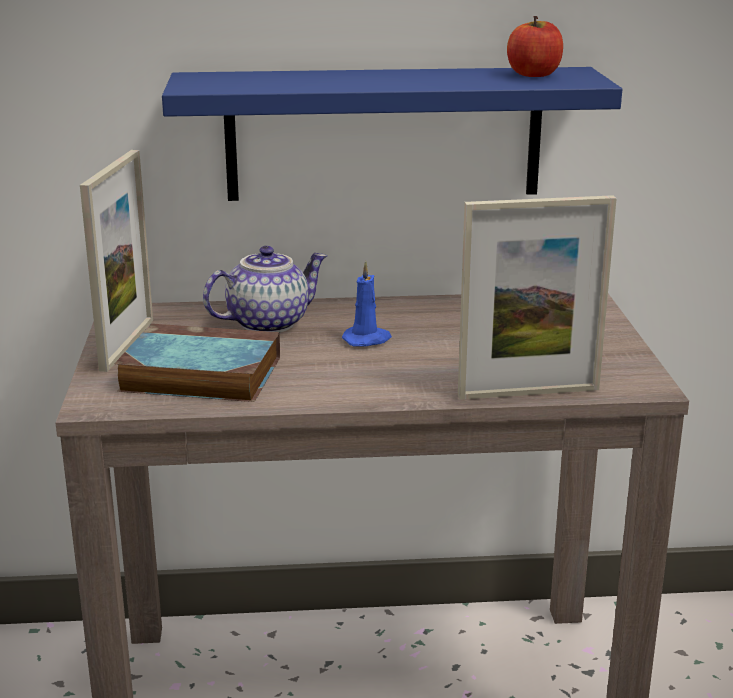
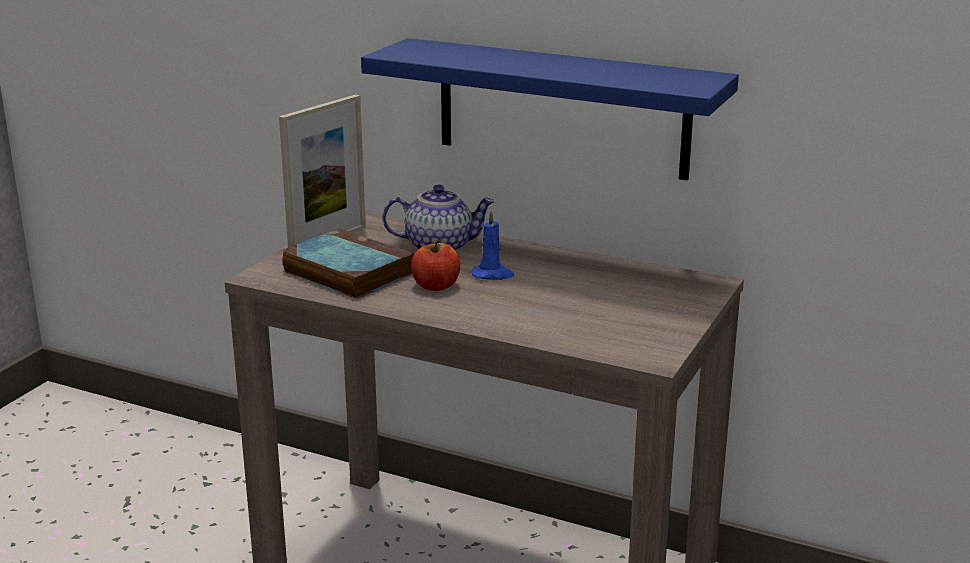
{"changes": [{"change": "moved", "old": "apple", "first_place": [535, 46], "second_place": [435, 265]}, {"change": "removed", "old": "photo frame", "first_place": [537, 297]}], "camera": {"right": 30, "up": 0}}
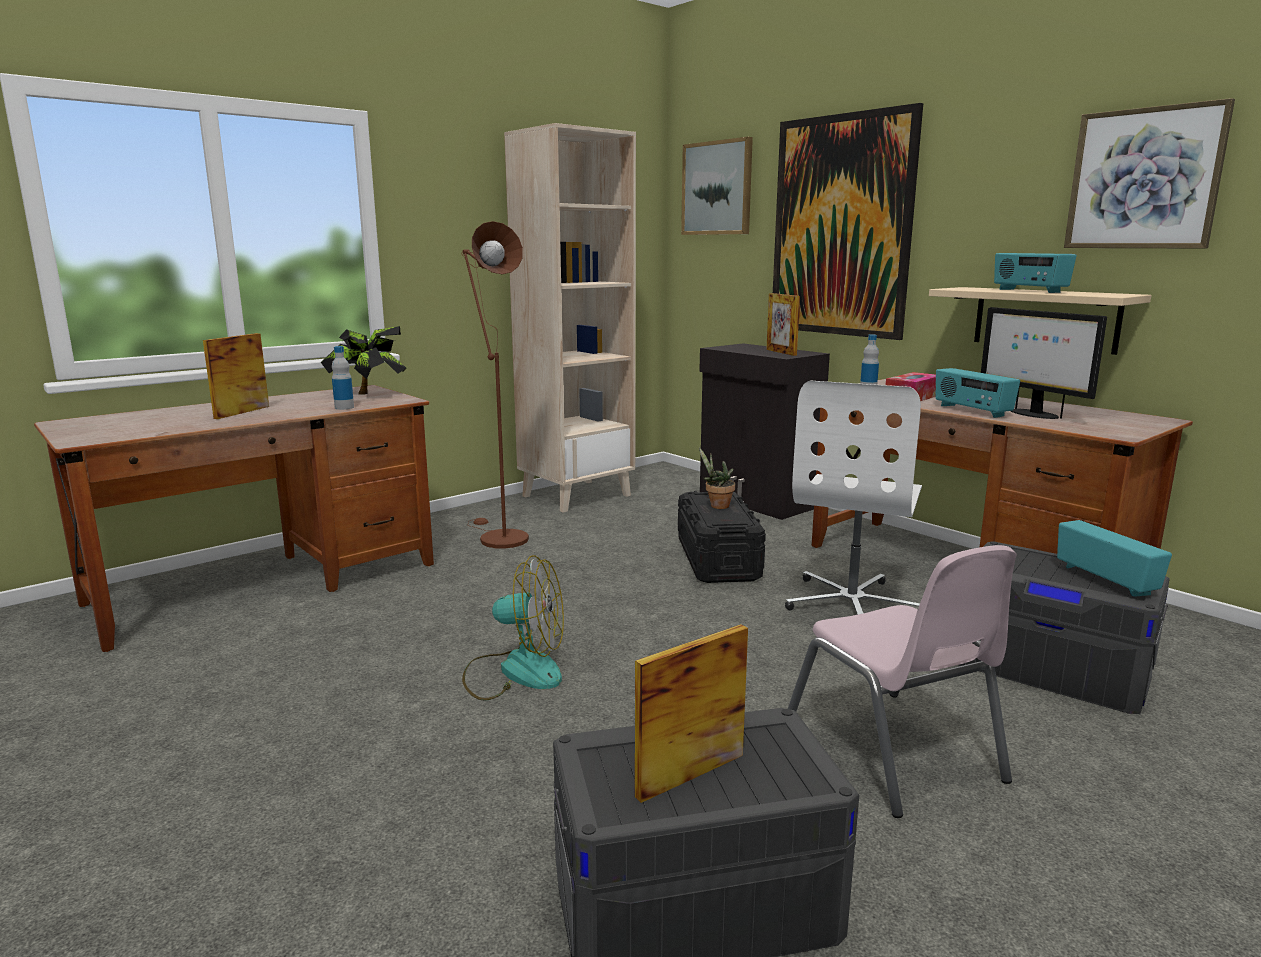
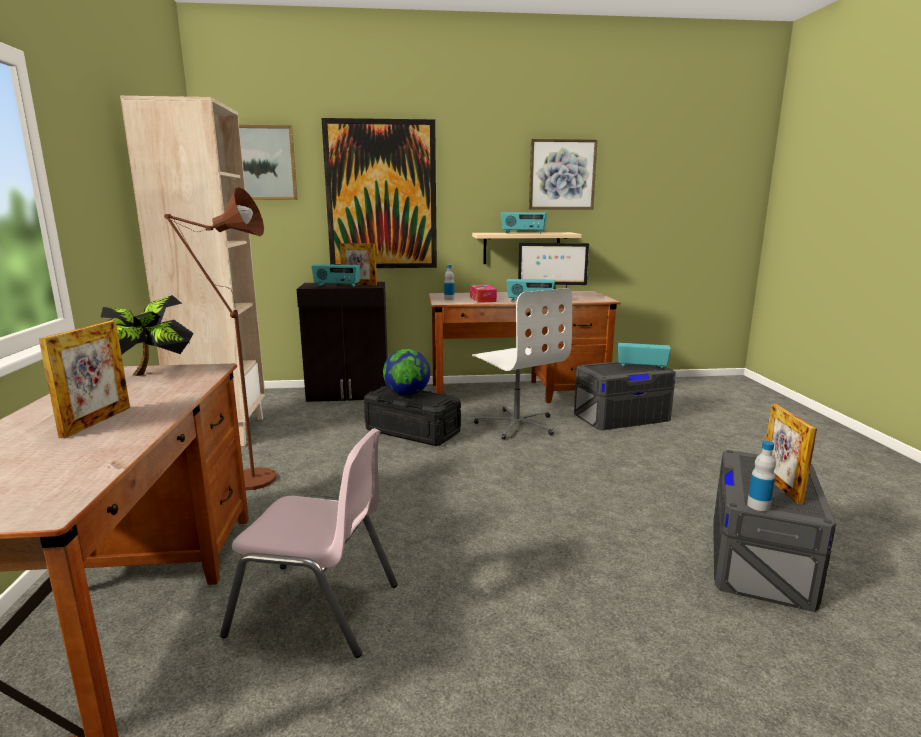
{"changes": [{"change": "turned", "old": "photo frame", "first_place": [236, 376], "second_place": [84, 379], "degrees": -135}, {"change": "moved", "old": "drink bottle", "first_place": [343, 378], "second_place": [761, 476]}, {"change": "replaced", "old": "plant in a pot", "new": "desk globe", "first_place": [717, 478], "second_place": [406, 372]}, {"change": "moved", "old": "pink chair", "first_place": [902, 681], "second_place": [309, 543]}, {"change": "removed", "old": "cooling fan", "first_place": [513, 628]}, {"change": "added", "new": "radio set", "second_place": [336, 275]}], "camera": {"right": -55, "up": 0}}
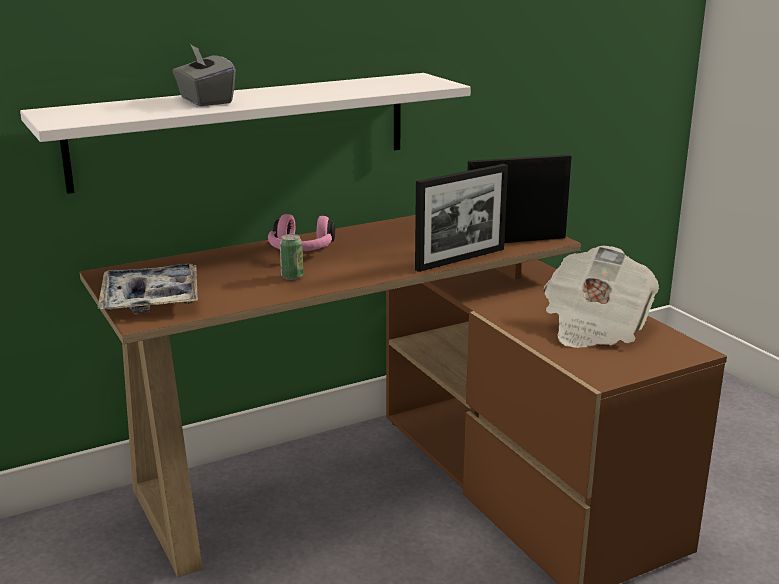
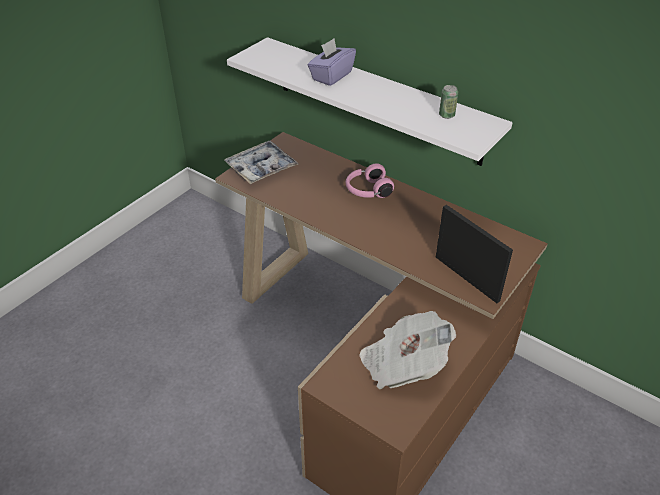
{"changes": [{"change": "recoloured", "old": "greyish tissue box", "new": "purple tissue box", "first_place": [204, 75], "second_place": [332, 62]}, {"change": "removed", "old": "photo frame", "first_place": [461, 218]}, {"change": "moved", "old": "metal can", "first_place": [291, 257], "second_place": [448, 102]}], "camera": {"right": 65, "up": 20}}
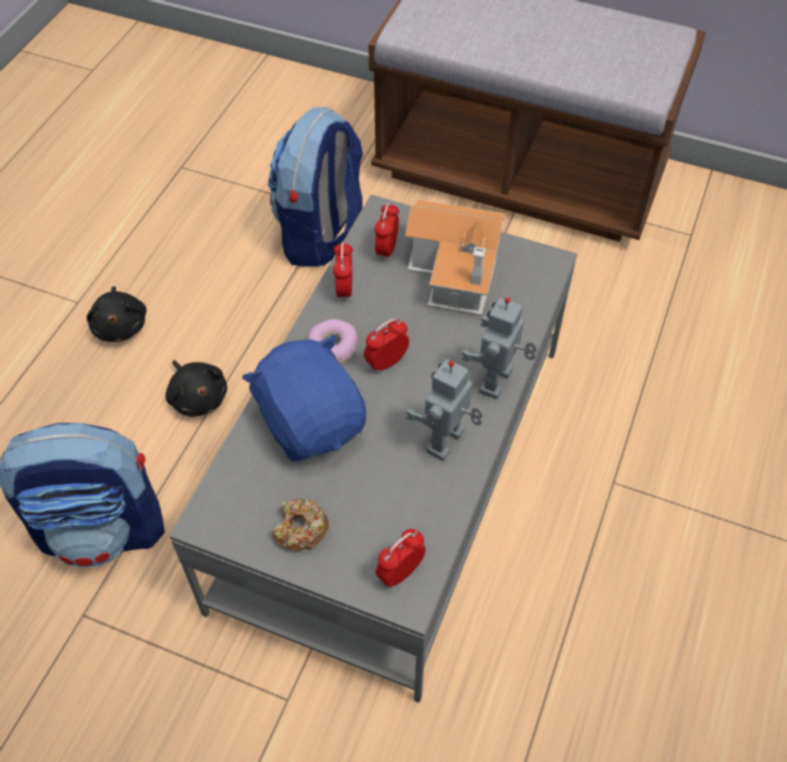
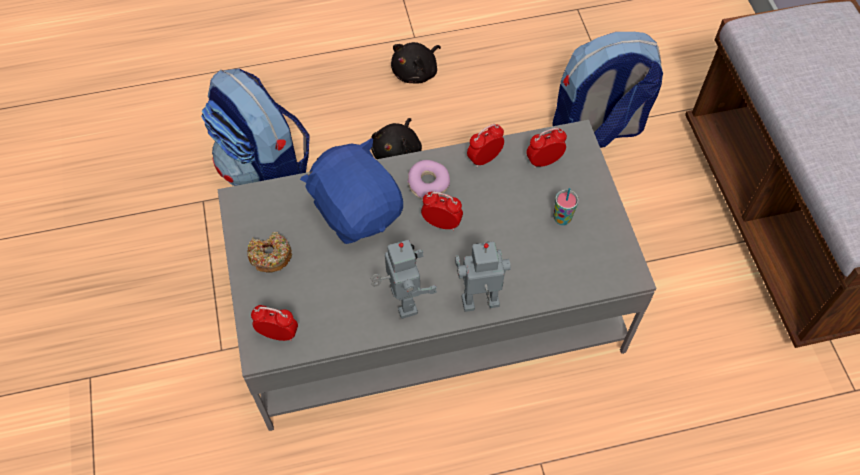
{"changes": [{"change": "replaced", "old": "toy house", "new": "small cup", "first_place": [455, 258], "second_place": [566, 206]}, {"change": "turned", "old": "blue cuddly toy", "first_place": [304, 398], "second_place": [351, 191], "degrees": -60}, {"change": "turned", "old": "model robot", "first_place": [444, 410], "second_place": [403, 279], "degrees": 75}], "camera": {"right": 55, "up": 5}}
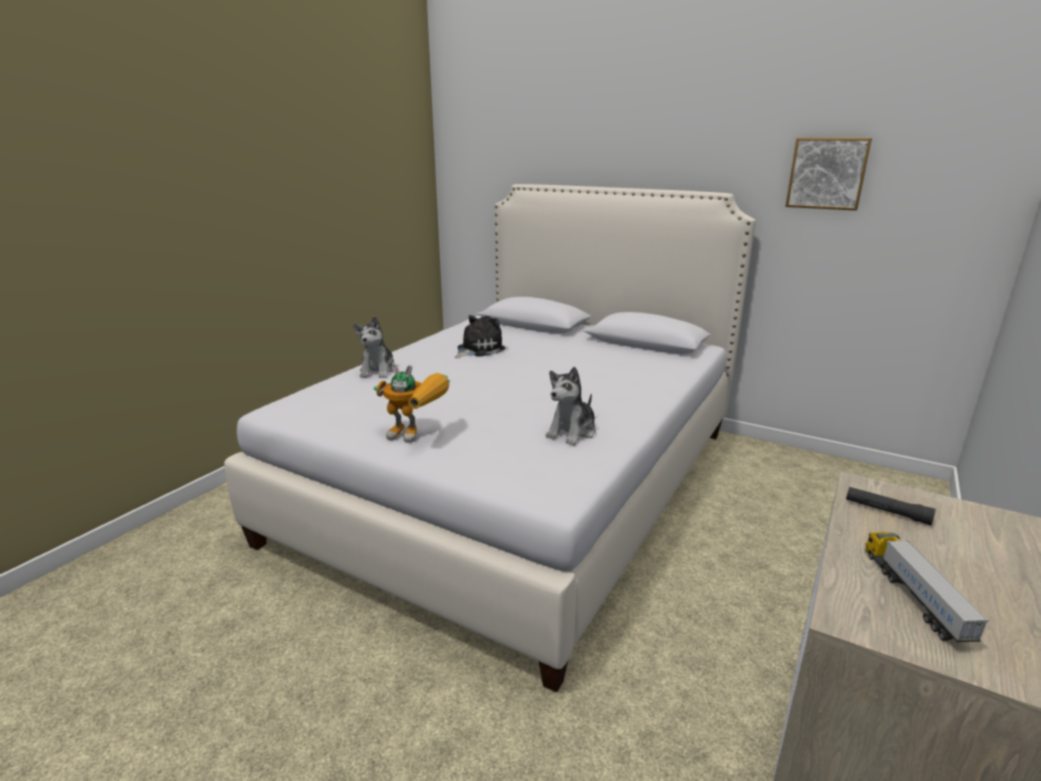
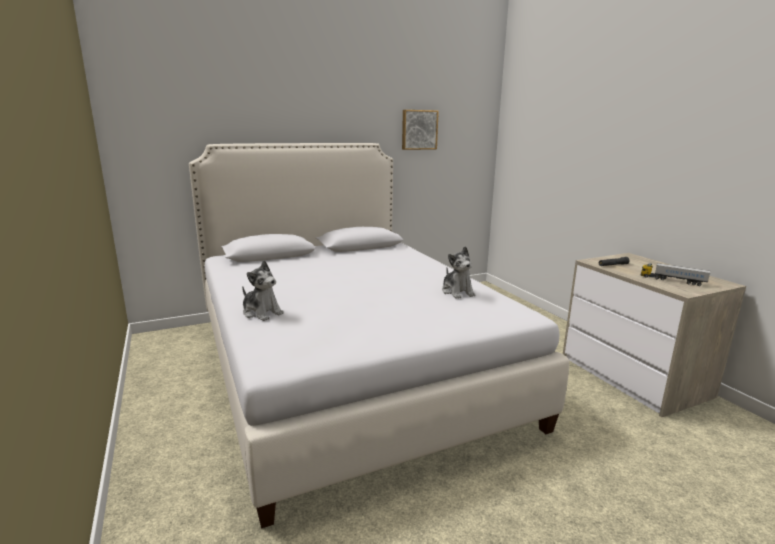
{"changes": [{"change": "removed", "old": "cuddly toy", "first_place": [480, 336]}, {"change": "removed", "old": "model robot", "first_place": [412, 403]}], "camera": {"right": -55, "up": -5}}
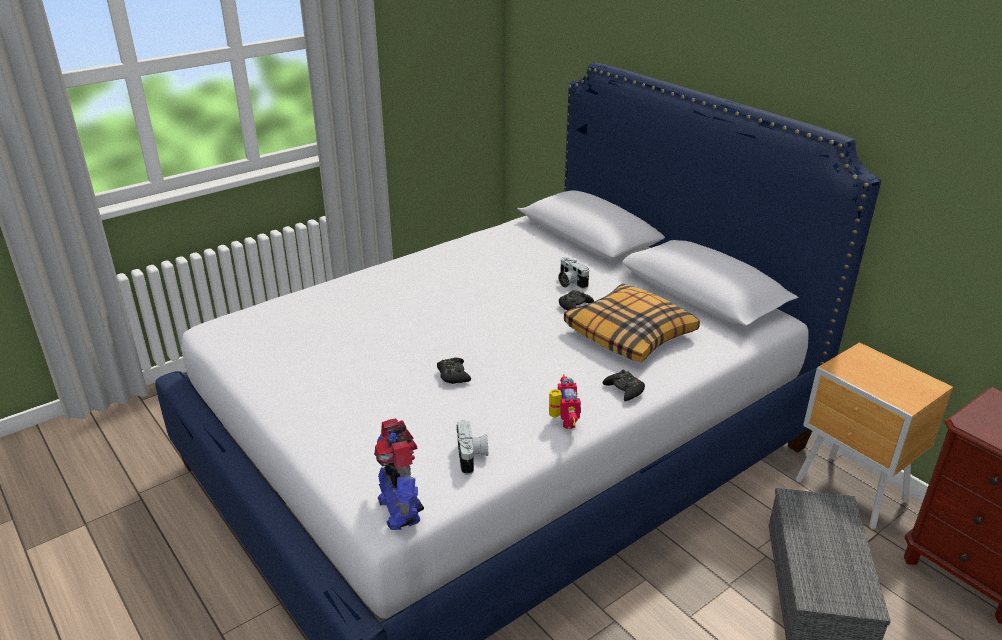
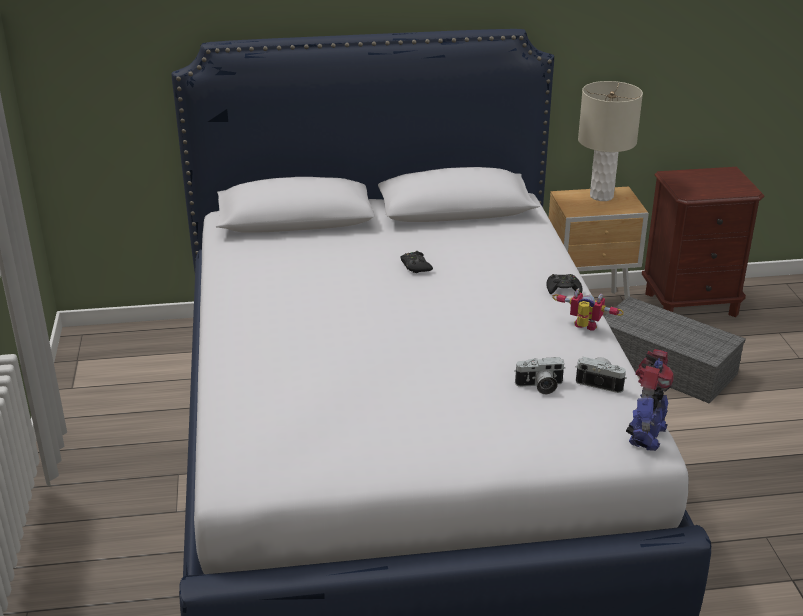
{"changes": [{"change": "moved", "old": "still camera", "first_place": [573, 273], "second_place": [539, 375]}, {"change": "removed", "old": "throw pillow", "first_place": [632, 323]}, {"change": "removed", "old": "black-coloured game controller", "first_place": [454, 370]}, {"change": "turned", "old": "model robot", "first_place": [399, 474], "second_place": [650, 400], "degrees": -75}, {"change": "added", "new": "beige-coloured table lamp", "second_place": [610, 141]}], "camera": {"right": -60, "up": 0}}
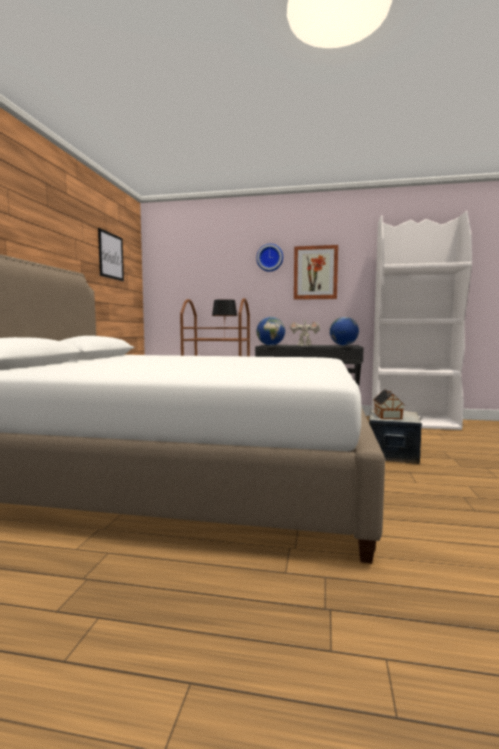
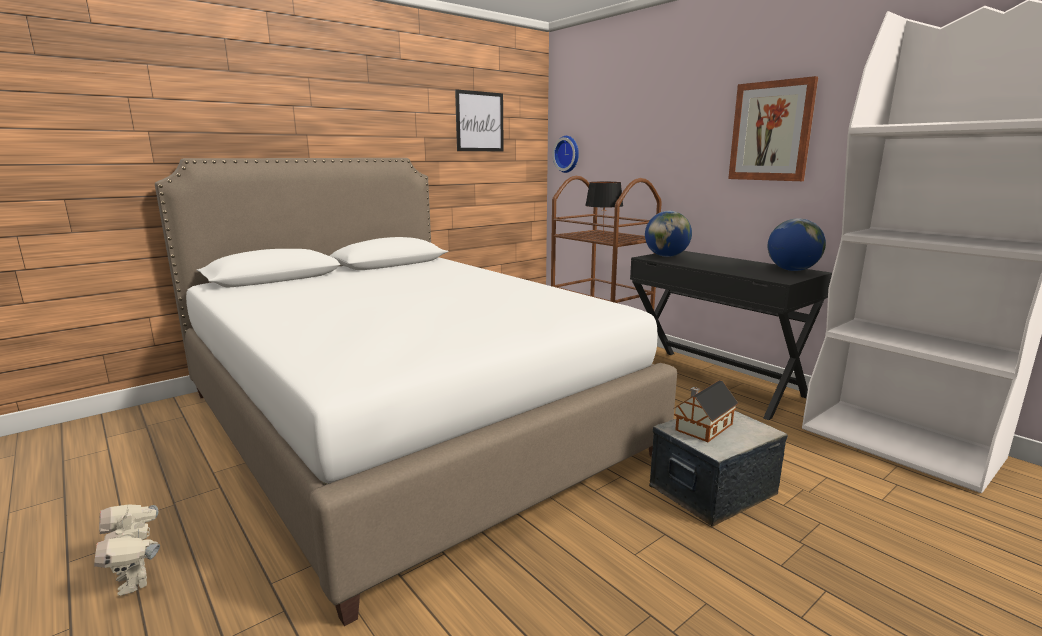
{"changes": [{"change": "moved", "old": "wall clock", "first_place": [269, 258], "second_place": [565, 154]}, {"change": "moved", "old": "model robot", "first_place": [305, 332], "second_place": [127, 550]}], "camera": {"right": 40, "up": 10}}
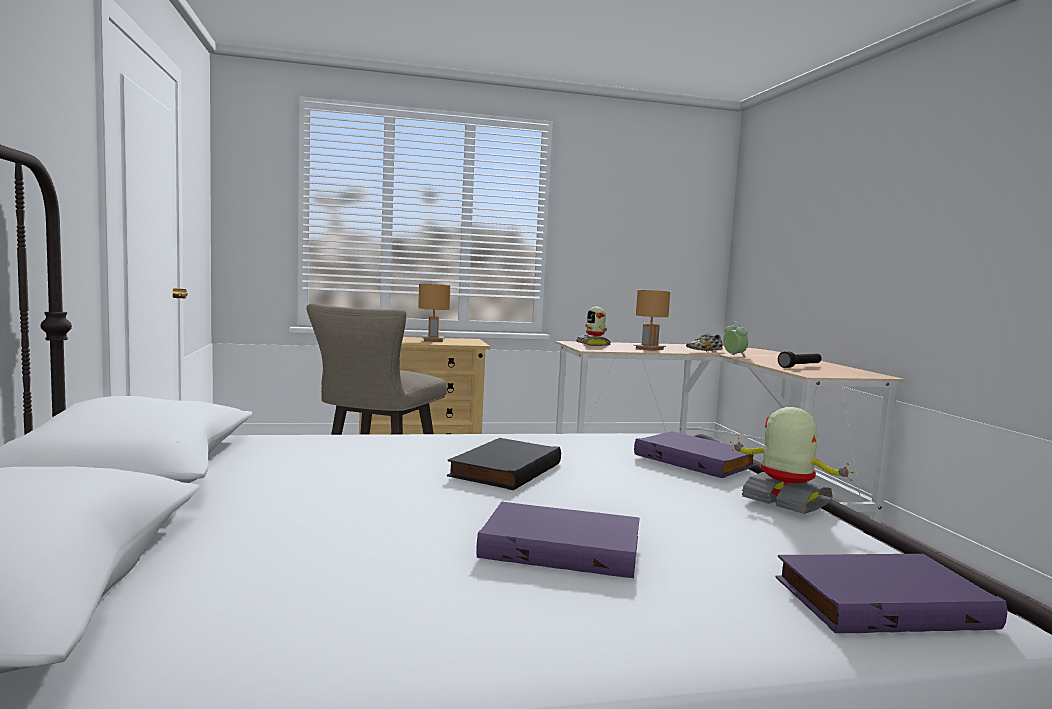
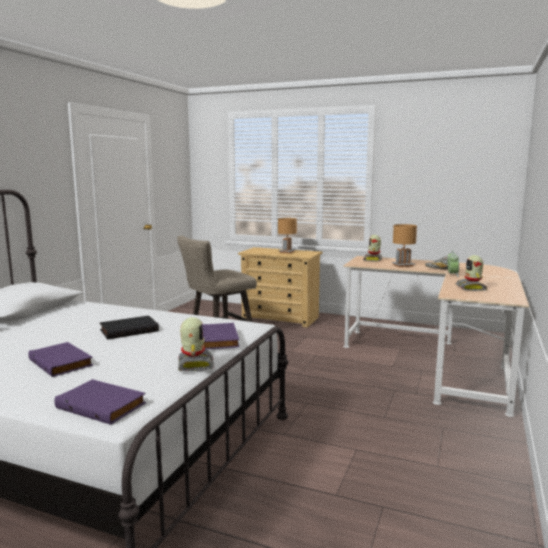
{"changes": [{"change": "replaced", "old": "black-coloured flashlight", "new": "model robot", "first_place": [800, 359], "second_place": [471, 273]}], "camera": {"right": 35, "up": 5}}
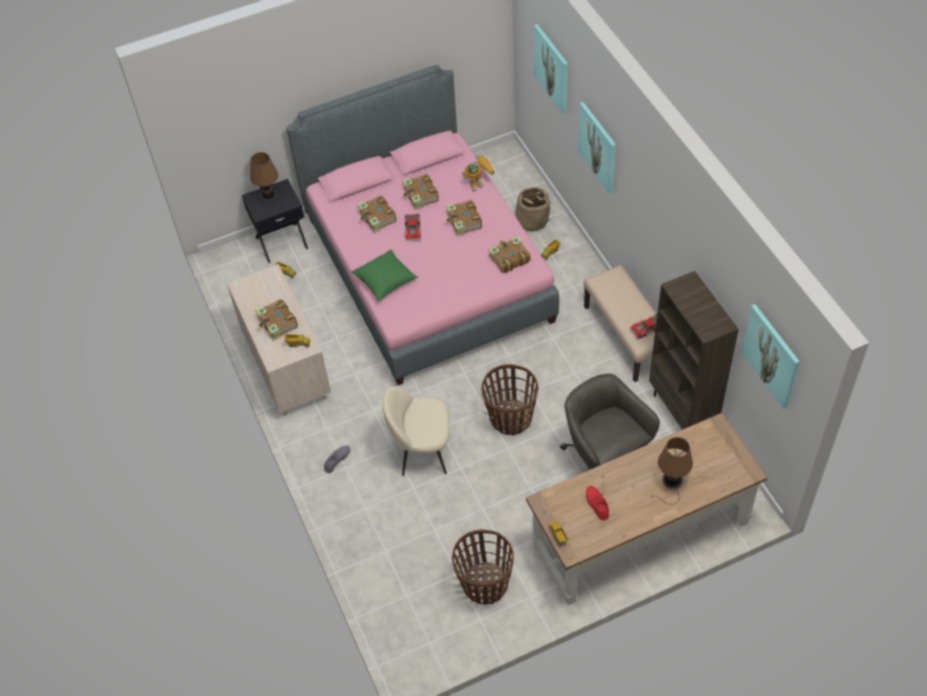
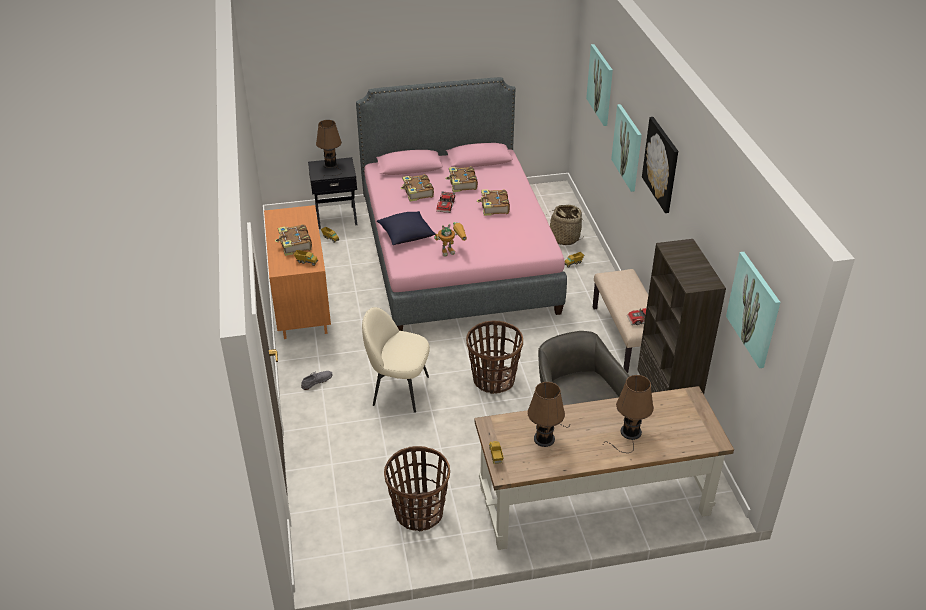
{"changes": [{"change": "moved", "old": "model robot", "first_place": [478, 173], "second_place": [450, 239]}, {"change": "removed", "old": "bound book", "first_place": [509, 254]}, {"change": "recoloured", "old": "green-coloured throw pillow", "new": "blue throw pillow", "first_place": [384, 275], "second_place": [406, 228]}, {"change": "recoloured", "old": "beige-coloured drawer chest", "new": "orangey drawer chest", "first_place": [279, 340], "second_place": [297, 272]}, {"change": "replaced", "old": "reddish item of footwear", "new": "brownish table lamp", "first_place": [597, 503], "second_place": [548, 414]}, {"change": "added", "new": "picture", "second_place": [660, 165]}], "camera": {"right": 10, "up": -15}}
